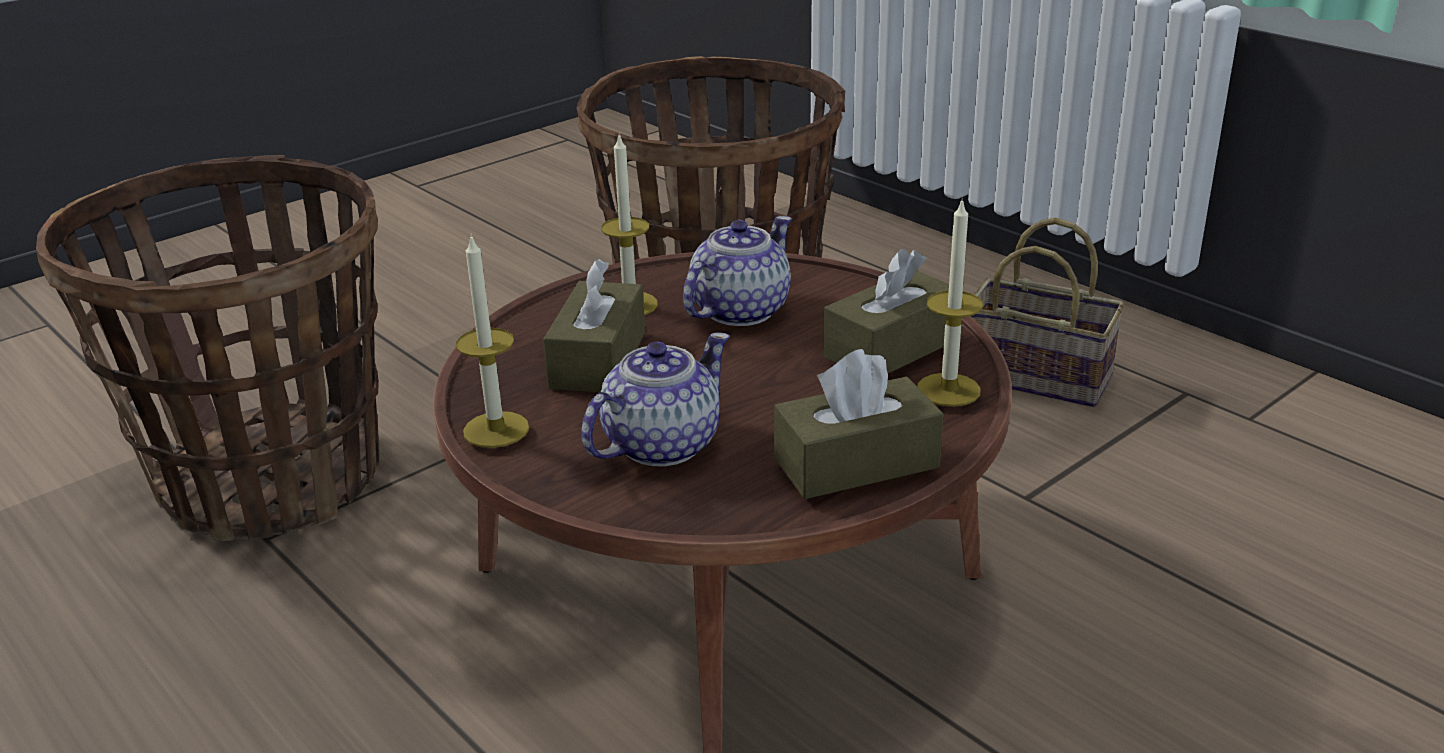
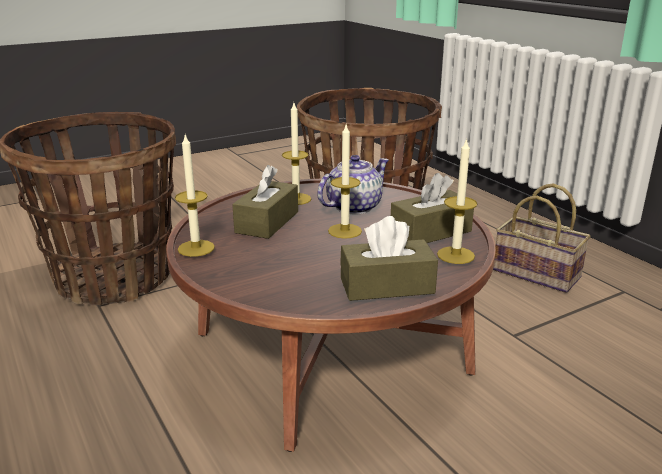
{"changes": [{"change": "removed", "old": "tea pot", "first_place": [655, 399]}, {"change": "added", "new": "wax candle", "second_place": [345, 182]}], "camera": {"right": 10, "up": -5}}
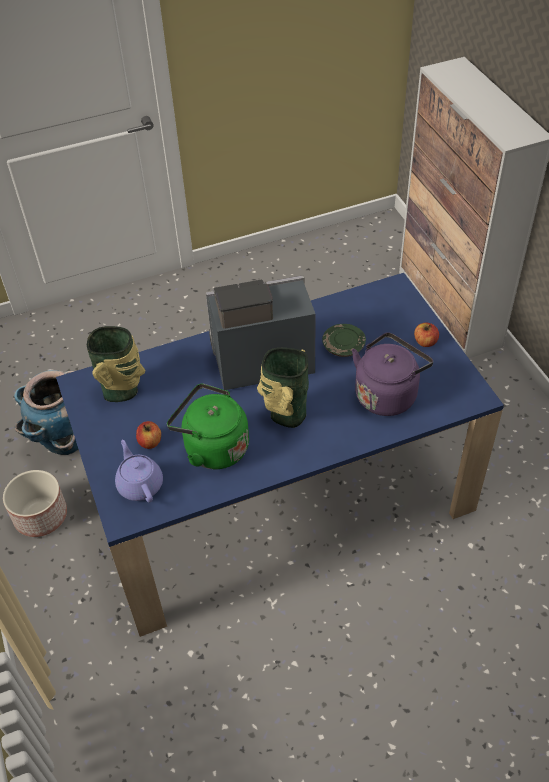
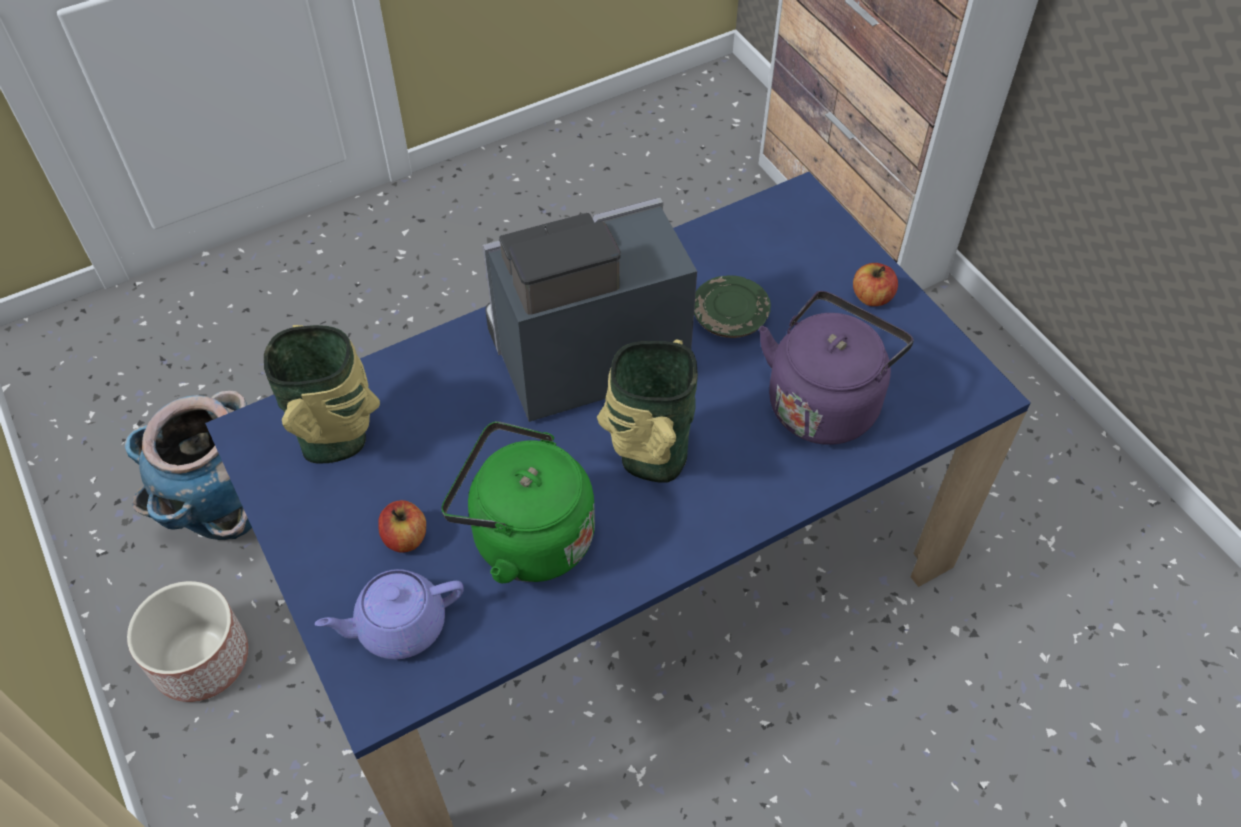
{"changes": [{"change": "turned", "old": "purple tea pot", "first_place": [139, 471], "second_place": [389, 614], "degrees": -75}], "camera": {"right": -10, "up": 5}}
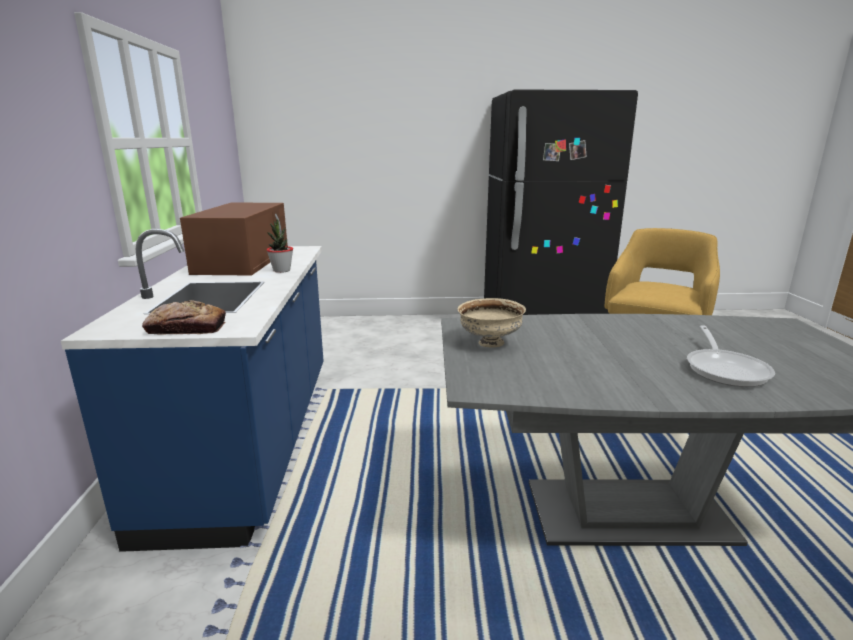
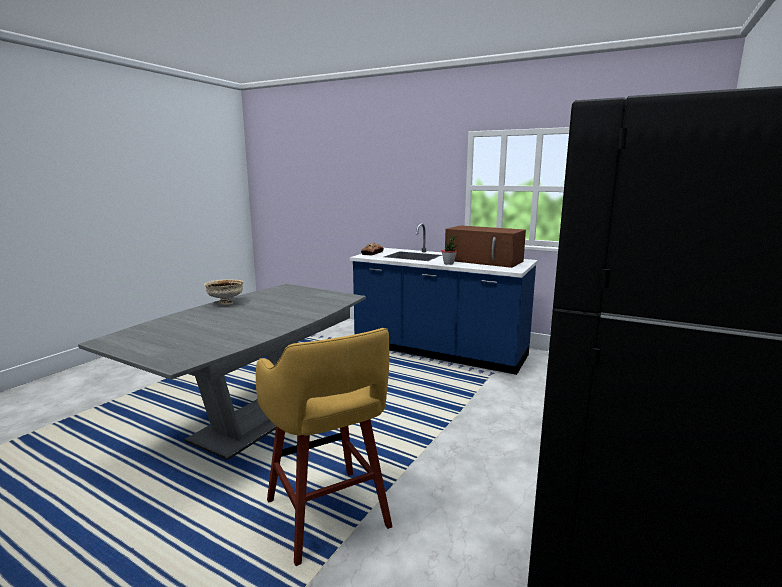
{"changes": [{"change": "moved", "old": "beige-coloured serving bowl", "first_place": [491, 323], "second_place": [224, 292]}, {"change": "removed", "old": "pan", "first_place": [731, 356]}], "camera": {"right": 120, "up": -5}}
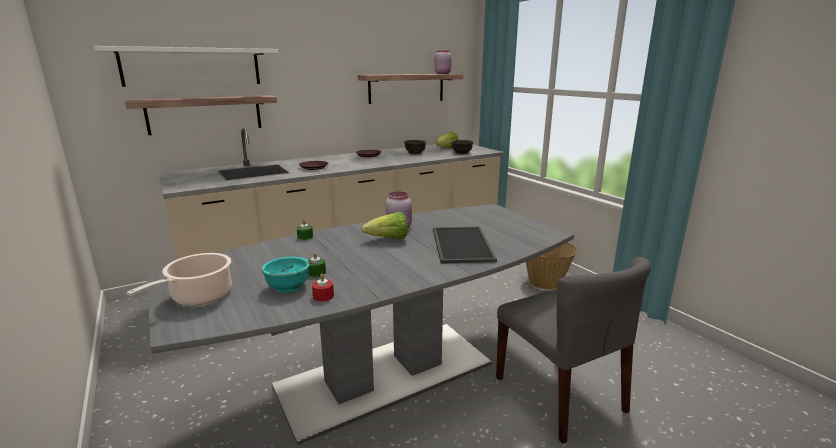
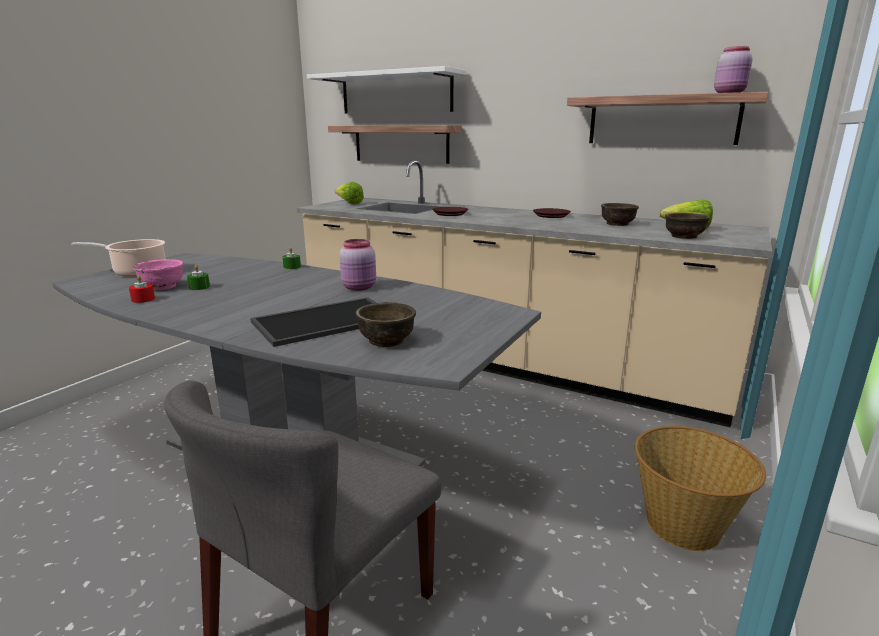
{"changes": [{"change": "moved", "old": "head of lettuce", "first_place": [384, 226], "second_place": [349, 193]}, {"change": "recoloured", "old": "blue-green serving bowl", "new": "pink serving bowl", "first_place": [286, 275], "second_place": [158, 274]}, {"change": "added", "new": "brownish serving bowl", "second_place": [386, 324]}], "camera": {"right": 60, "up": 0}}
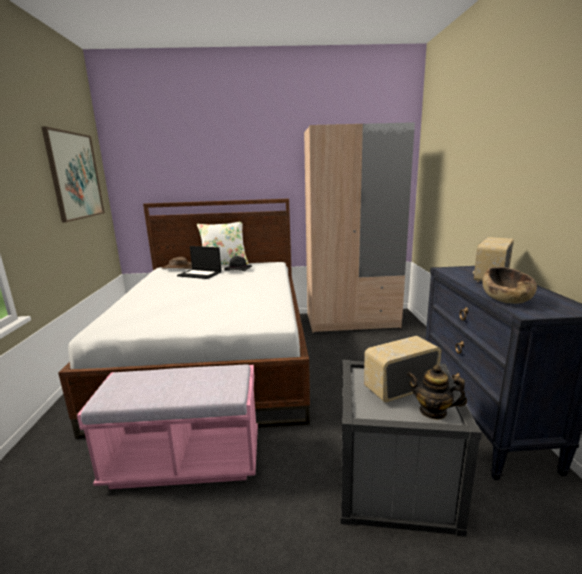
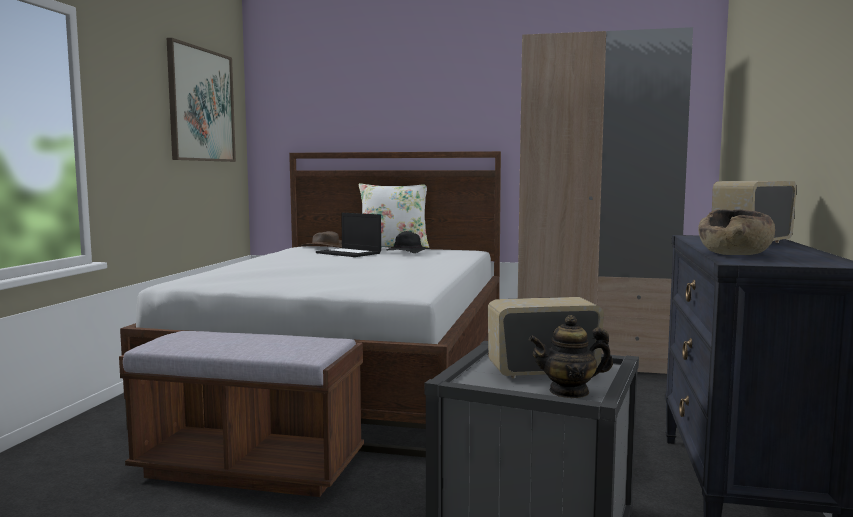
{"changes": [{"change": "recoloured", "old": "pink long seat", "new": "brownish long seat", "first_place": [167, 427], "second_place": [241, 414]}, {"change": "turned", "old": "tea pot", "first_place": [437, 392], "second_place": [571, 356], "degrees": -45}], "camera": {"right": 15, "up": -10}}
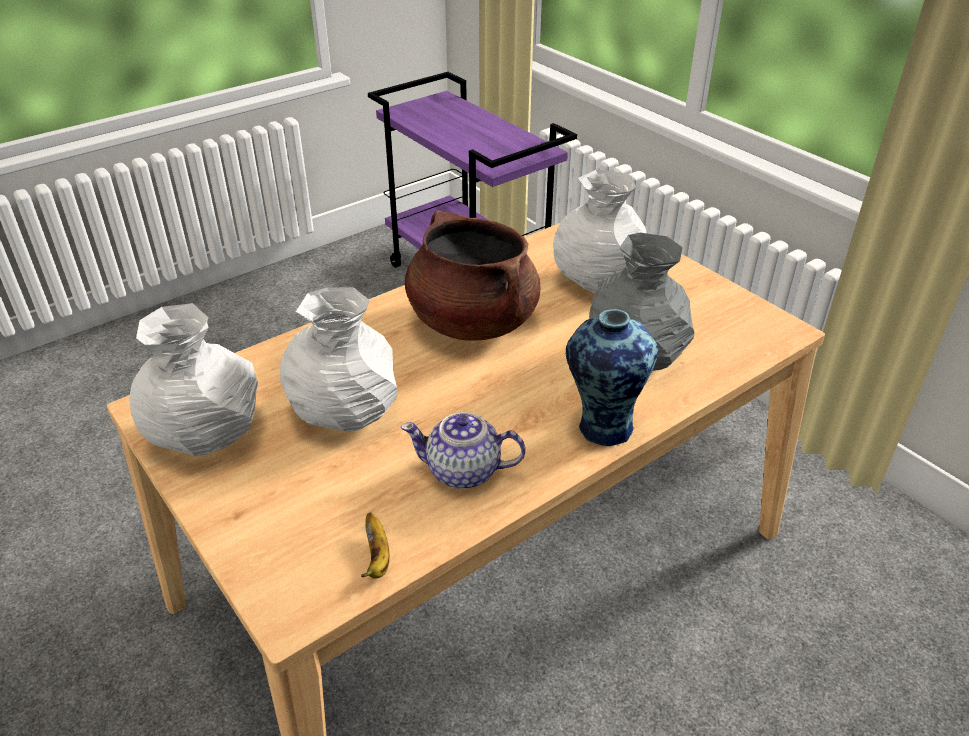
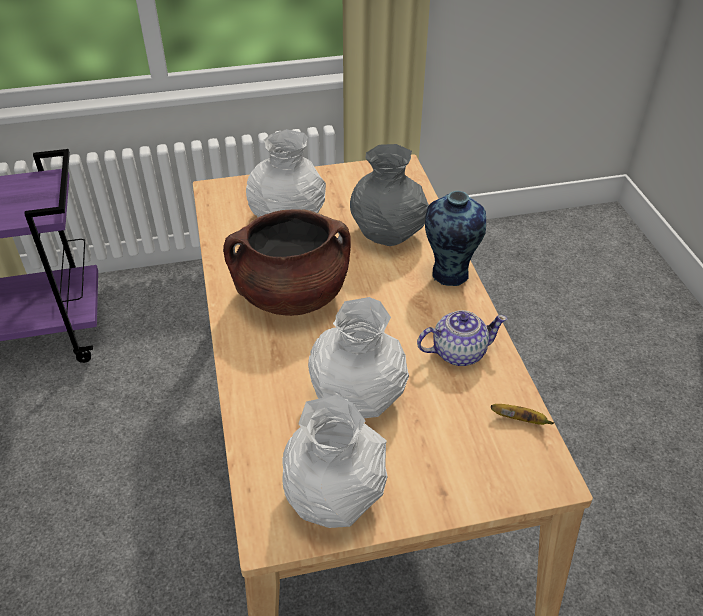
{"changes": [{"change": "turned", "old": "tea pot", "first_place": [463, 450], "second_place": [462, 338], "degrees": -135}], "camera": {"right": -65, "up": 5}}
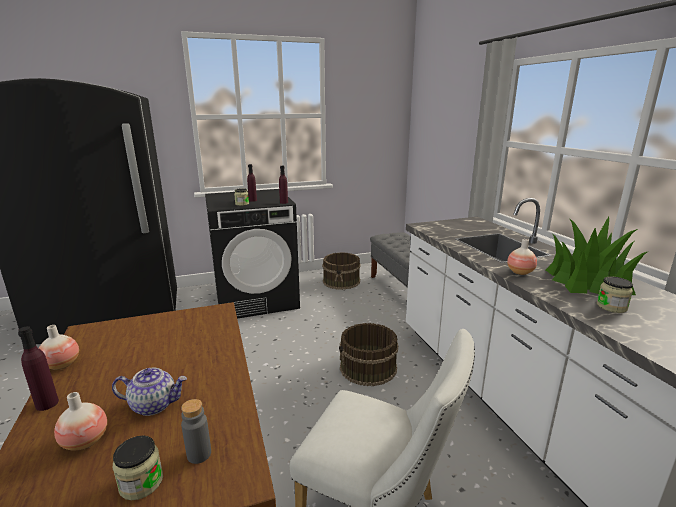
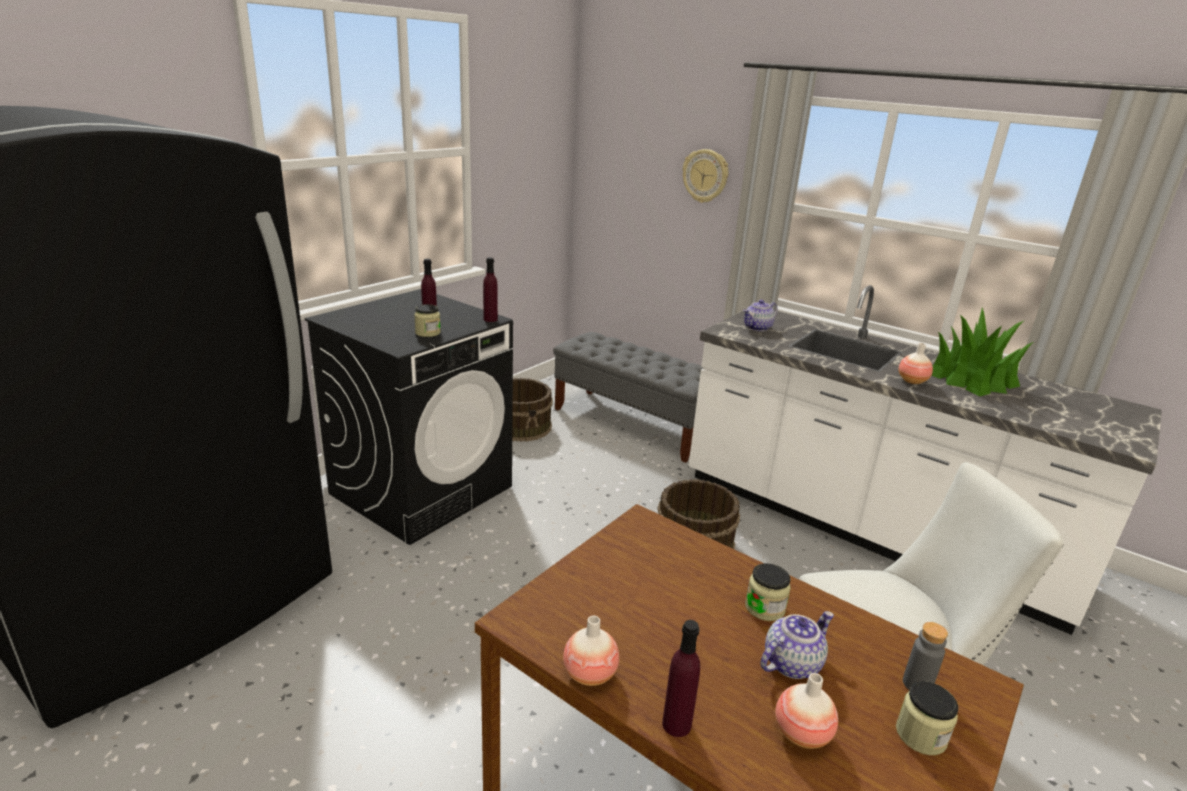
{"changes": [{"change": "moved", "old": "preserve jar", "first_place": [615, 295], "second_place": [768, 592]}, {"change": "added", "new": "wall clock", "second_place": [705, 176]}, {"change": "added", "new": "tea pot", "second_place": [760, 315]}], "camera": {"right": -35, "up": 5}}
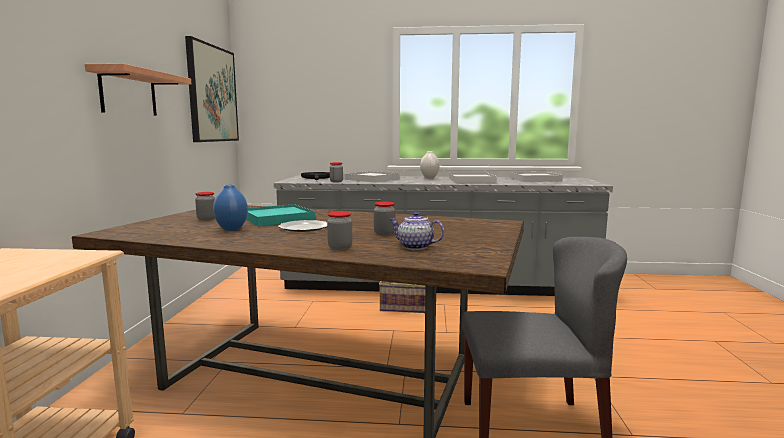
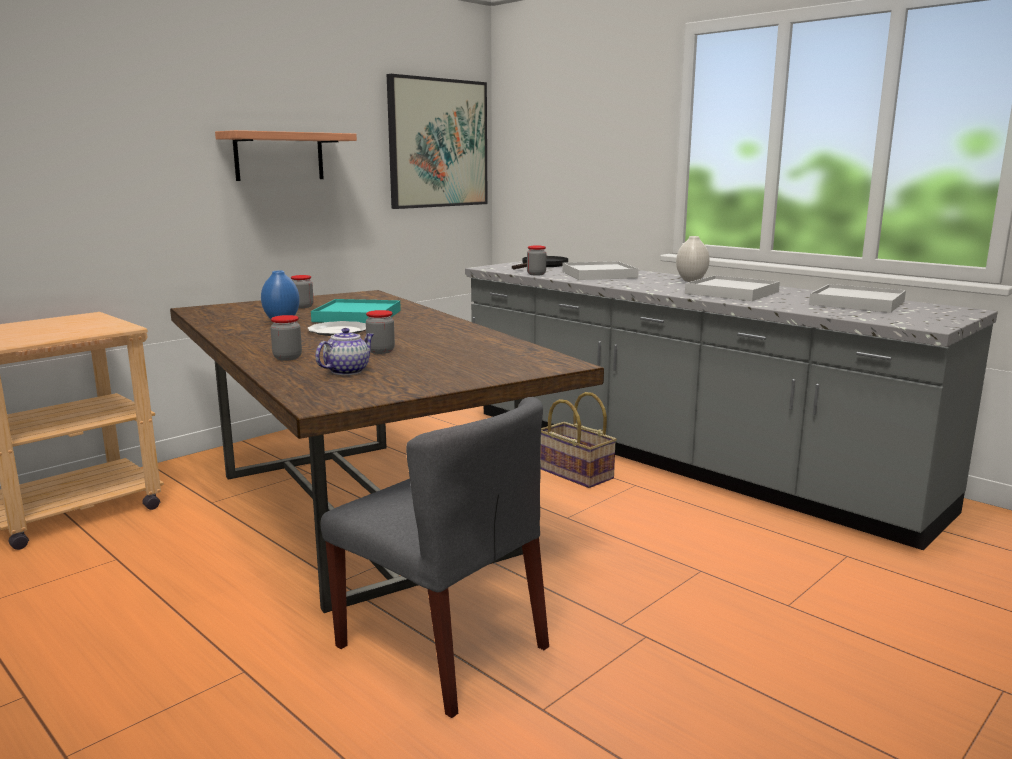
{"changes": [{"change": "turned", "old": "tea pot", "first_place": [416, 231], "second_place": [344, 351], "degrees": 60}], "camera": {"right": 40, "up": 5}}
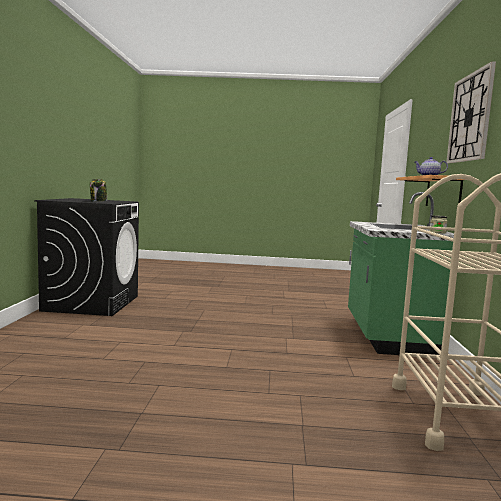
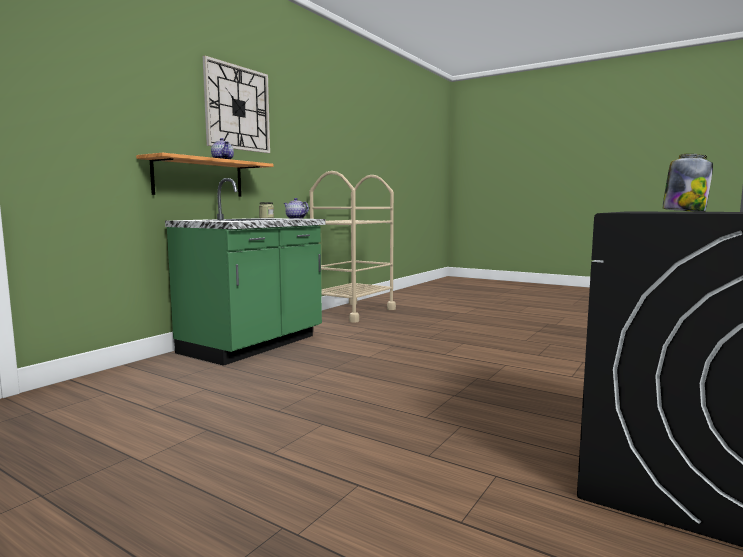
{"changes": [{"change": "added", "new": "tea pot", "second_place": [296, 208]}], "camera": {"right": -150, "up": 0}}
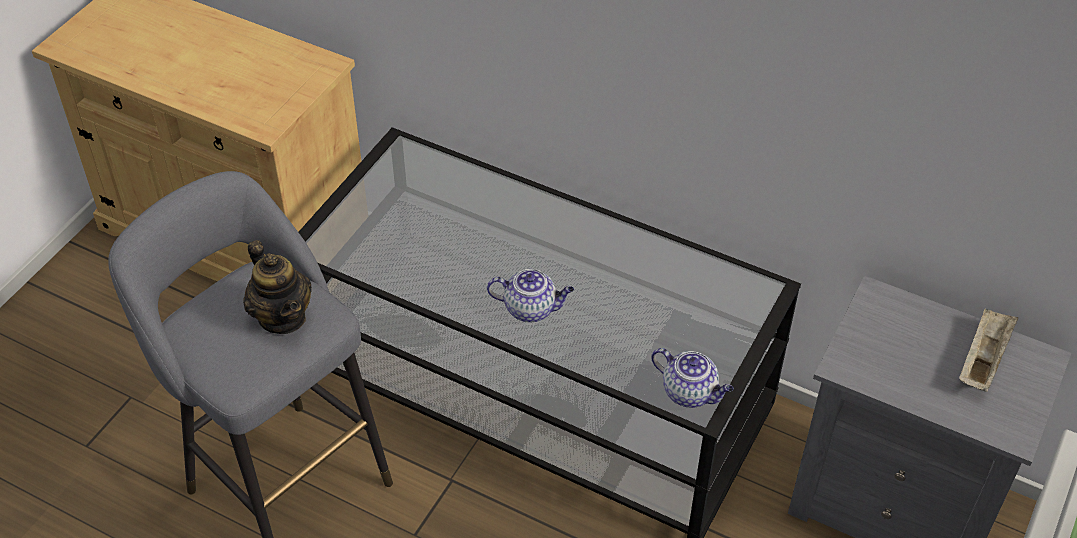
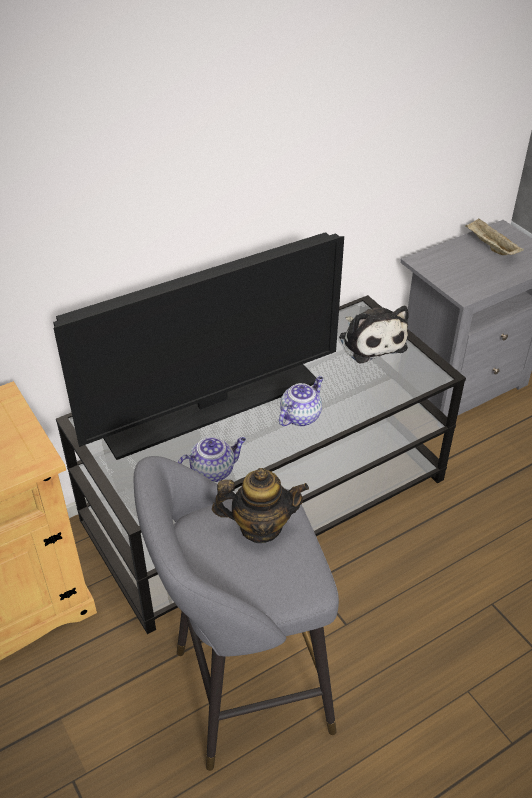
{"changes": [{"change": "moved", "old": "tea pot", "first_place": [692, 378], "second_place": [212, 459]}, {"change": "added", "new": "television", "second_place": [198, 346]}, {"change": "added", "new": "cuddly toy", "second_place": [374, 334]}], "camera": {"right": -60, "up": -5}}
